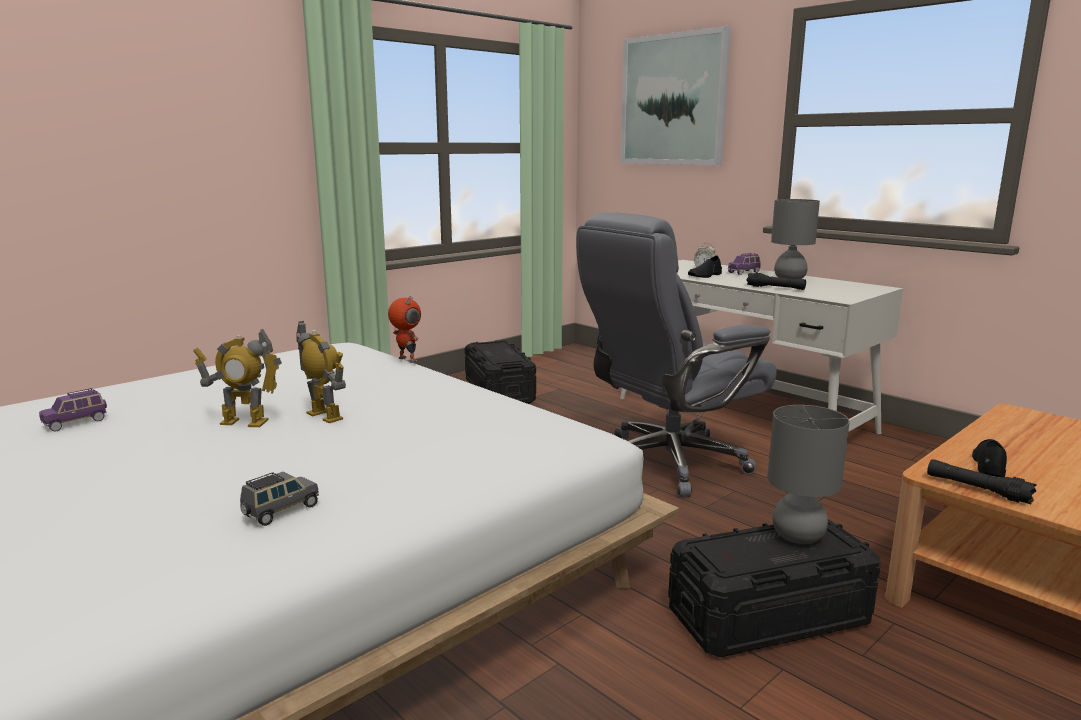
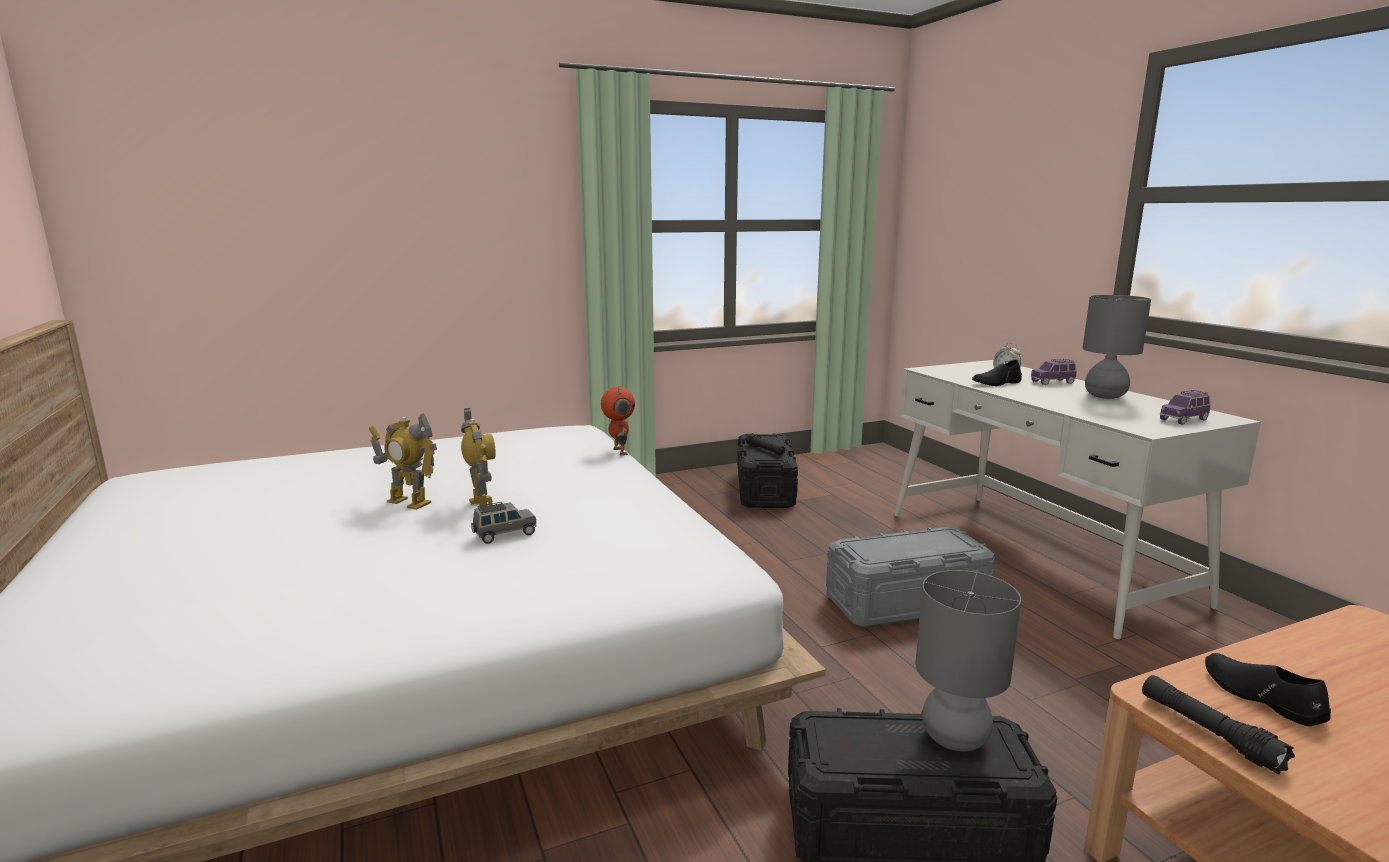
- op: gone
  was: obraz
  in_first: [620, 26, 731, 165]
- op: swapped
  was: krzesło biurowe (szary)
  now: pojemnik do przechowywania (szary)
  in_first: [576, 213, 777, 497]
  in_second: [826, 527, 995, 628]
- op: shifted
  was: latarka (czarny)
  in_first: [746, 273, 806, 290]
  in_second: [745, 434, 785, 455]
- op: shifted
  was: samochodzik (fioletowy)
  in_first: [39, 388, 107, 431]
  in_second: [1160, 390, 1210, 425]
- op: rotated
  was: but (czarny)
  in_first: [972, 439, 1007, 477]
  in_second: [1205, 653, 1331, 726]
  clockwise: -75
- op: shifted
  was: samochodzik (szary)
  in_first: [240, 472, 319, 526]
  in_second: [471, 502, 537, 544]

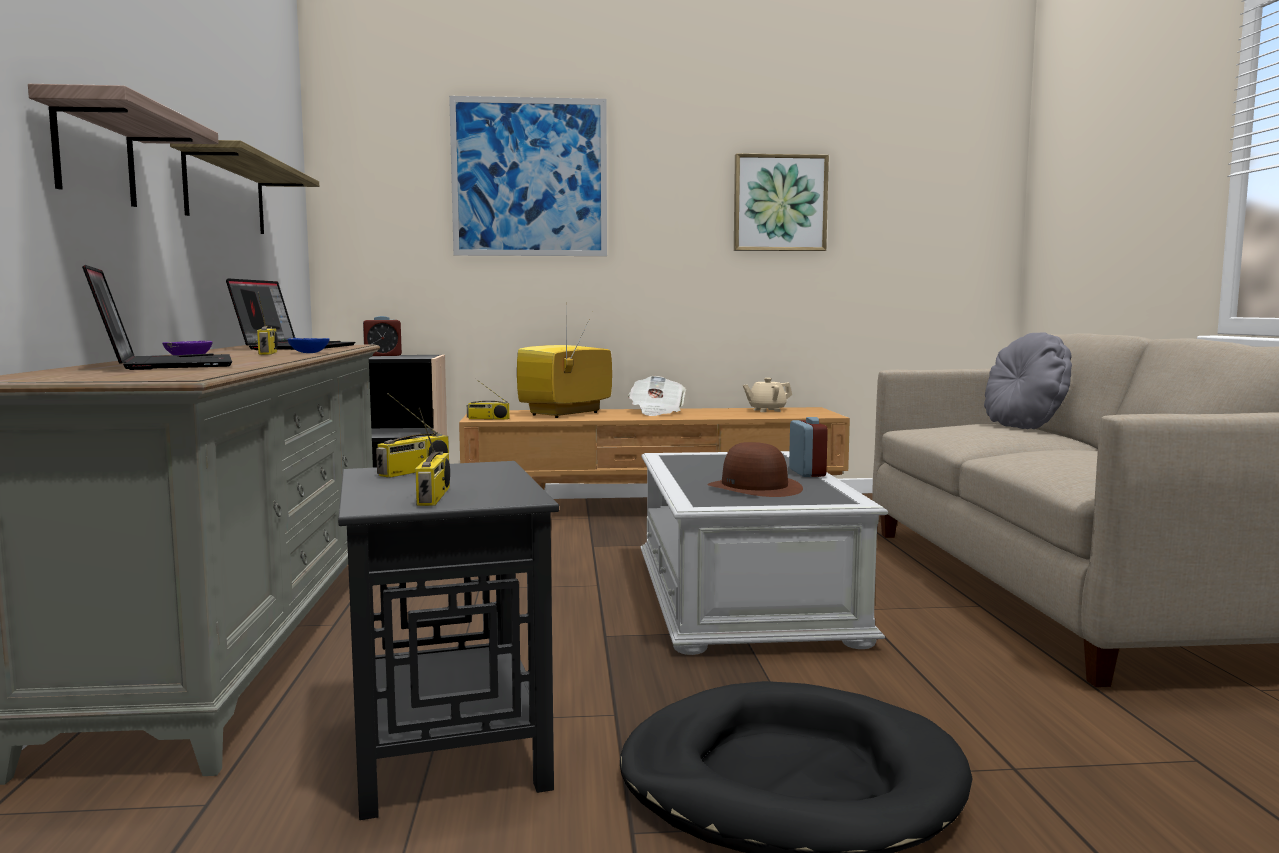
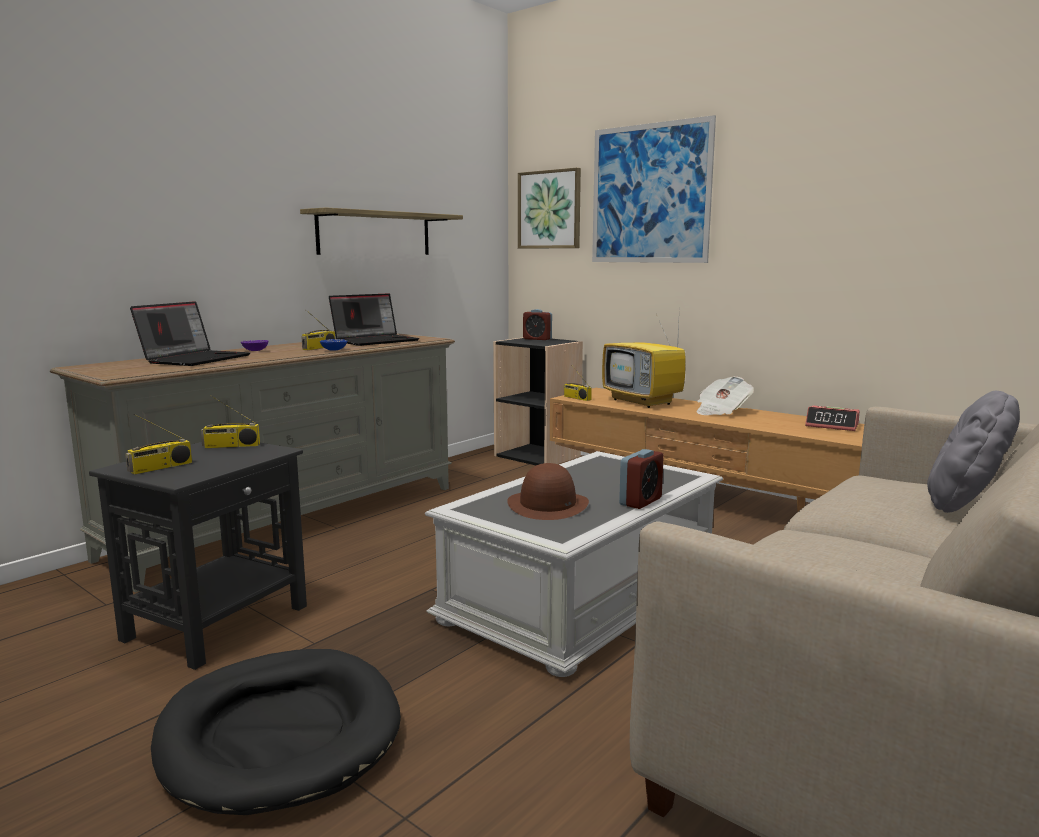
- op: gone
  was: półka
  in_first: [28, 84, 219, 207]
- op: shifted
  was: obraz
  in_first: [734, 153, 829, 251]
  in_second: [518, 168, 581, 249]
- op: rotated
  was: telewizor
  in_first: [517, 316, 612, 418]
  in_second: [602, 305, 686, 408]
  clockwise: -120
- op: swapped
  was: imbryk (beżowy)
  now: budzik
  in_first: [743, 378, 792, 412]
  in_second: [805, 406, 860, 431]

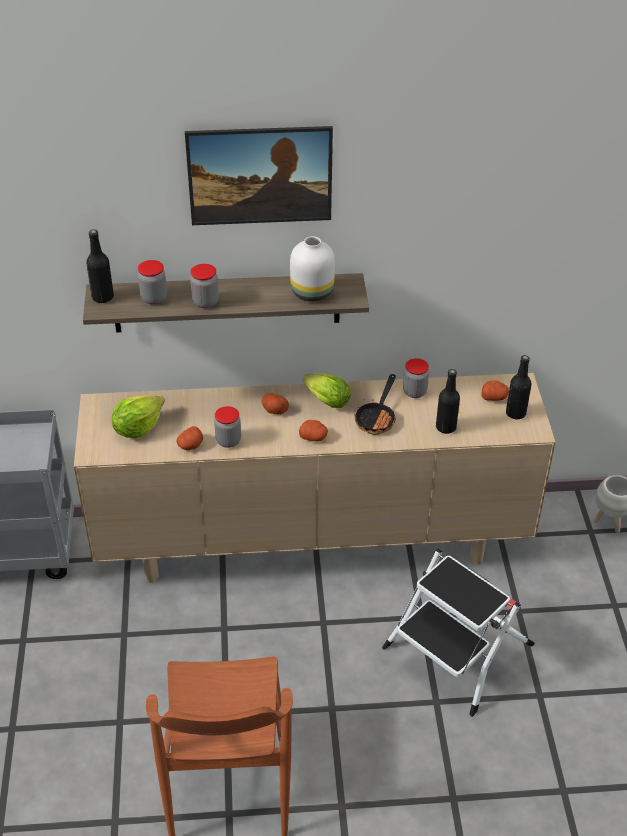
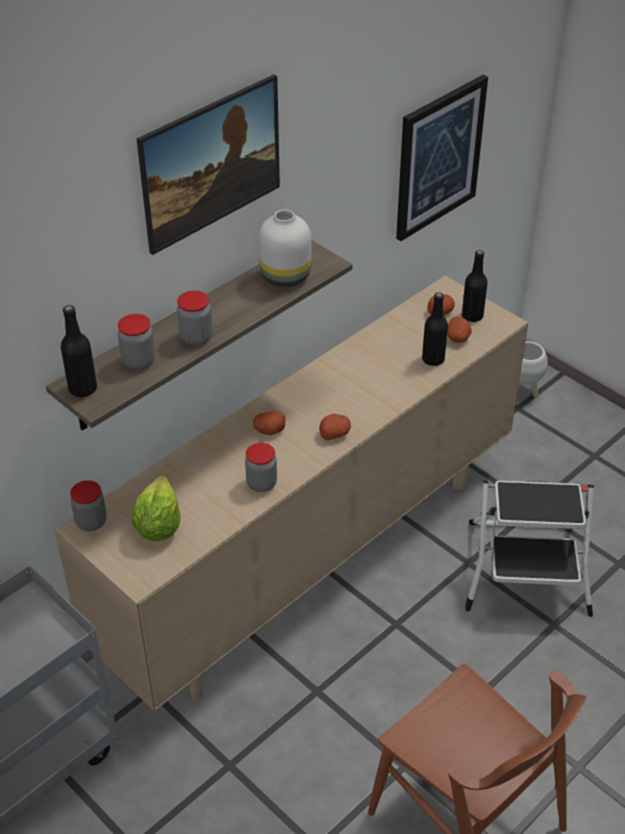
- op: shifted
  was: słoik
  in_first: [403, 358, 429, 398]
  in_second: [70, 480, 107, 531]
- op: gone
  was: sałata
  in_first: [303, 373, 351, 408]
- op: gone
  was: patelnia
  in_first: [354, 374, 396, 435]
- op: shifted
  was: ziemniak
  in_first: [177, 426, 203, 450]
  in_second: [447, 317, 472, 343]
- op: new
  now: obraz
  in_second: [396, 75, 488, 241]

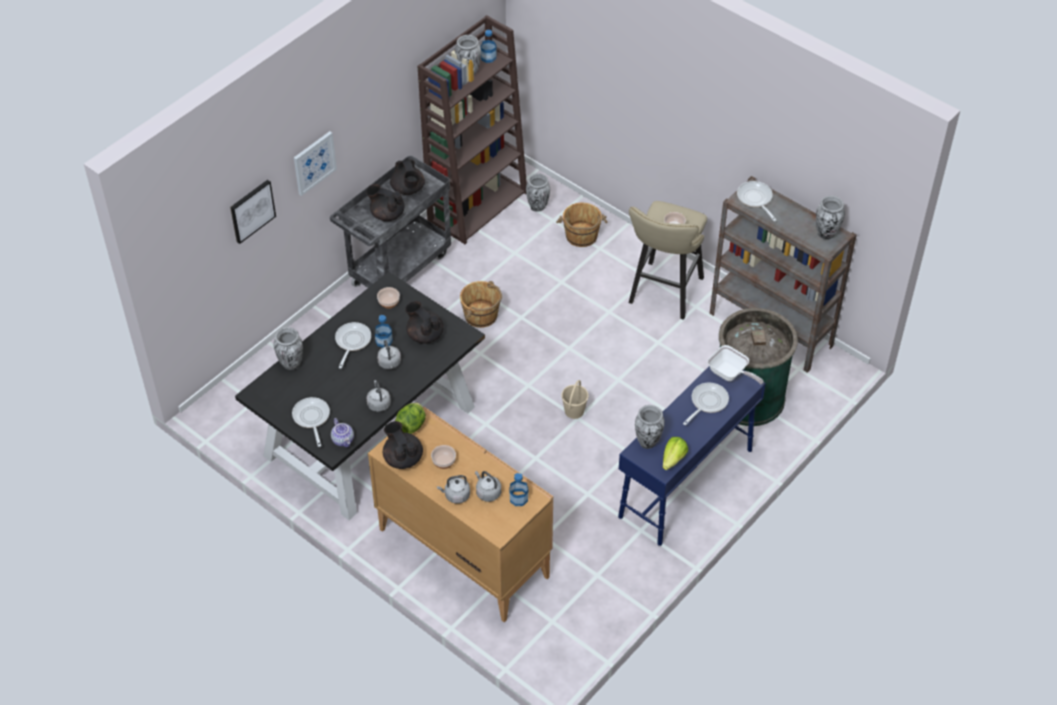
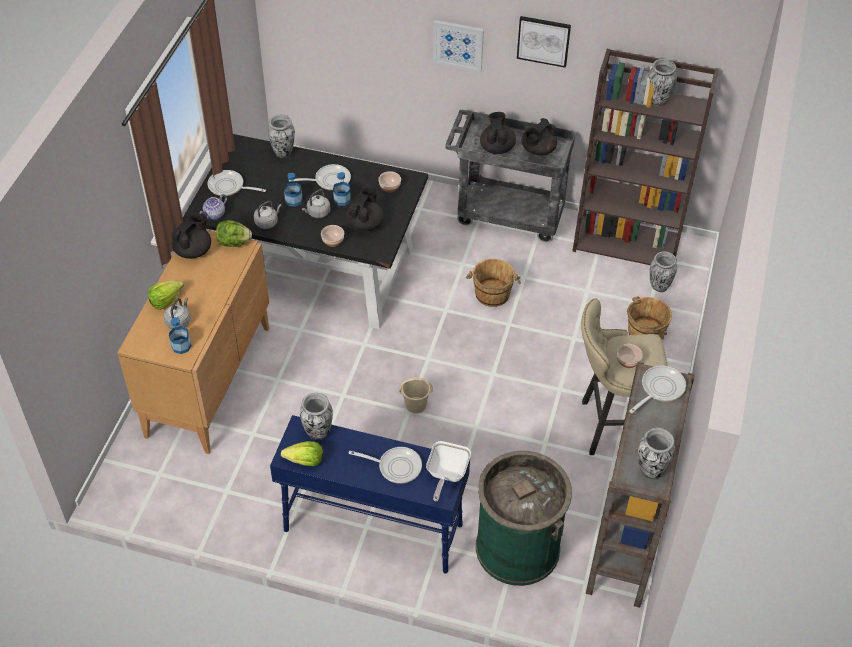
- op: shifted
  was: butelka
  in_first: [481, 30, 496, 63]
  in_second: [284, 173, 303, 207]
- op: shifted
  was: obraz
  in_first: [230, 180, 276, 244]
  in_second: [517, 16, 571, 68]
- op: rotated
  was: patelnia
  in_first: [292, 397, 330, 447]
  in_second: [208, 170, 266, 196]
  clockwise: -120
- op: shifted
  was: miska
  in_first: [431, 445, 456, 469]
  in_second: [321, 225, 344, 247]
- op: swapped
  was: czajnik (szary)
  now: sałata
  in_first: [437, 475, 470, 504]
  in_second: [148, 281, 184, 310]

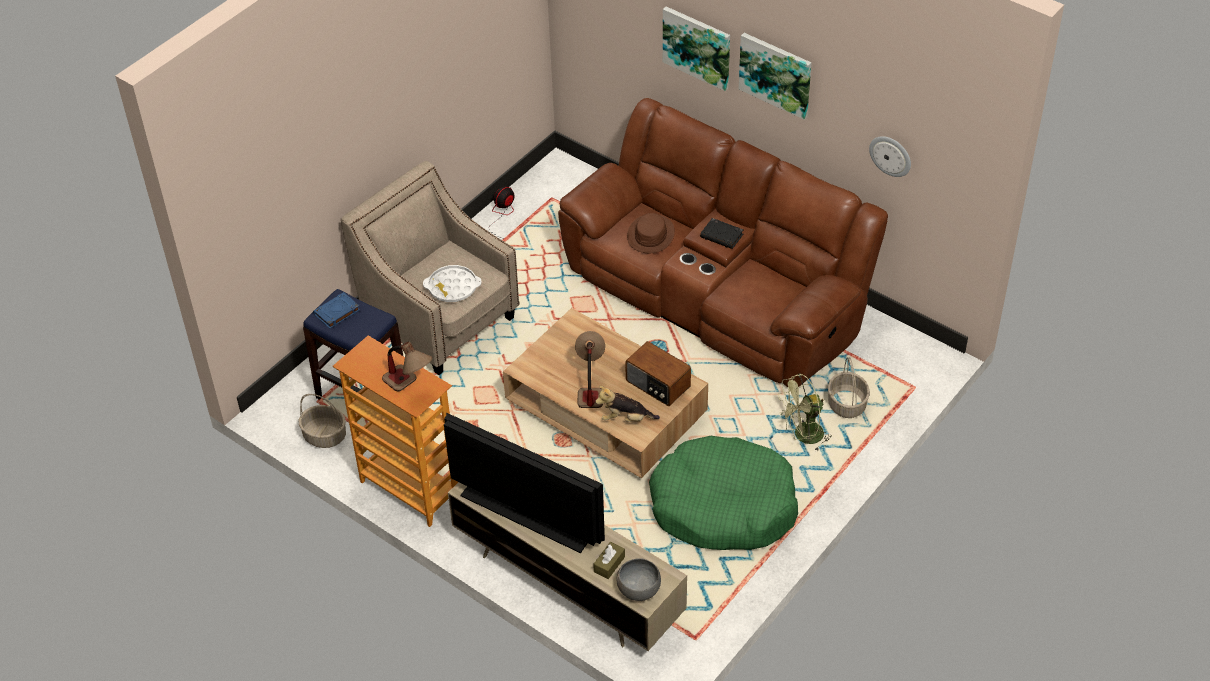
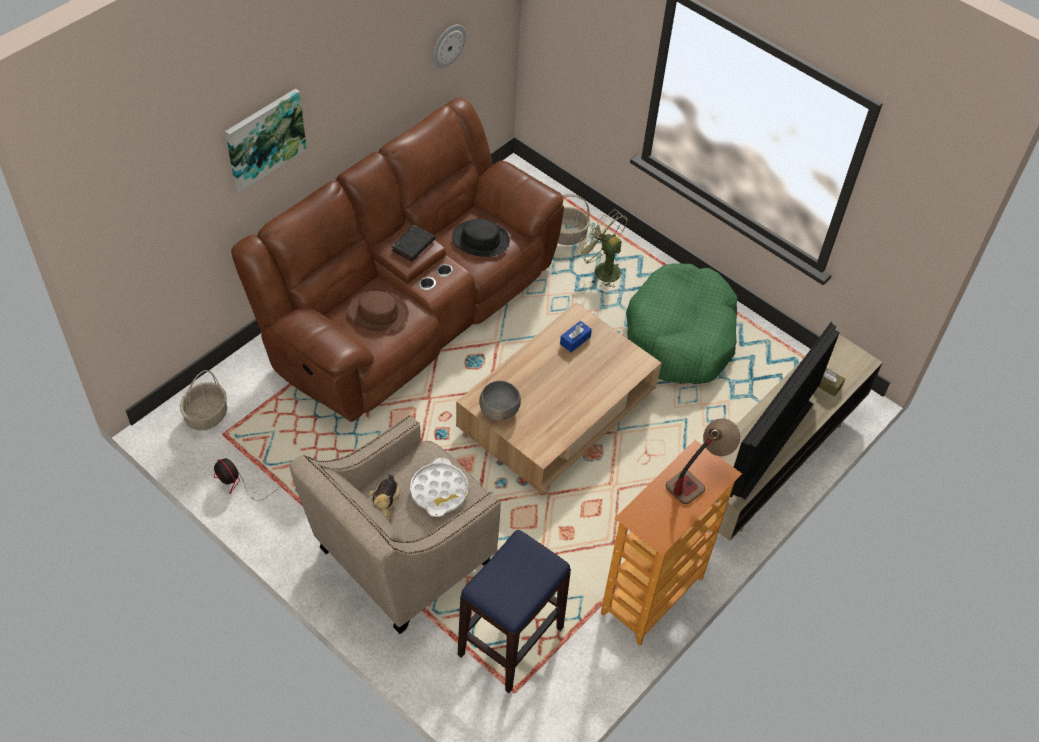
- op: gone
  was: obraz
  in_first: [739, 33, 812, 119]
- op: gone
  was: książka (niebieski)
  in_first: [313, 292, 360, 329]
- op: gone
  was: lampa stołowa
  in_first: [575, 331, 605, 408]
- op: swapped
  was: radio
  now: pudełko chusteczek (niebieski)
  in_first: [625, 341, 691, 406]
  in_second: [560, 321, 592, 352]
- op: rotated
  was: wentylator (zielony)
  in_first: [778, 373, 831, 451]
  in_second: [577, 209, 628, 287]
  clockwise: 150
- op: shifted
  was: pluszak
  in_first: [595, 386, 660, 422]
  in_second: [368, 474, 400, 522]
- op: shifted
  was: koszyk
  in_first: [299, 394, 346, 448]
  in_second: [180, 370, 227, 430]
- op: shifted
  was: miska (szary)
  in_first: [616, 558, 661, 601]
  in_second: [479, 381, 521, 421]
- op: new
  now: kapelusz (czarny)
  in_second: [452, 219, 510, 257]

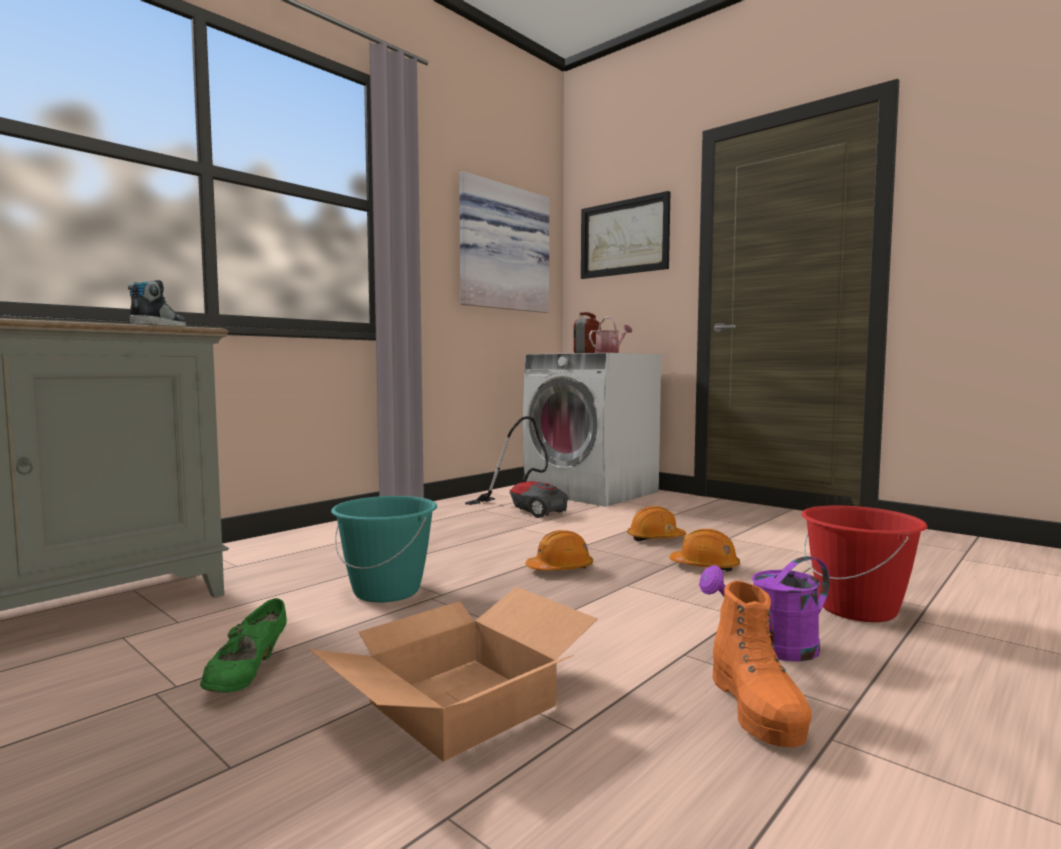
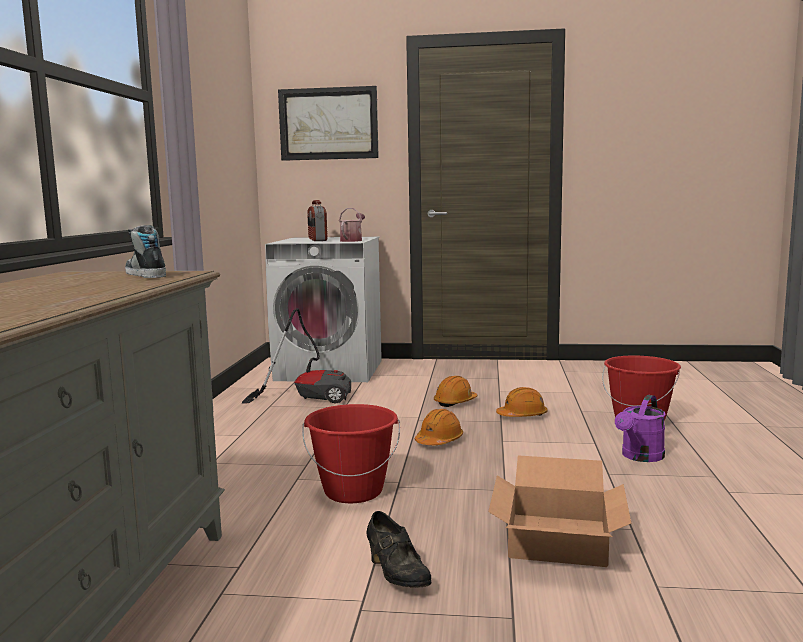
- op: gone
  was: obraz
  in_first: [459, 171, 549, 313]
- op: repainted
  was: wiadro (turkusowy)
  now: wiadro (czerwony)
  in_first: [331, 496, 437, 602]
  in_second: [302, 404, 400, 503]
- op: gone
  was: but z cholewką (pomarańczowy)
  in_first: [713, 581, 812, 747]
- op: repainted
  was: but (zielony)
  now: but (czarny)
  in_first: [200, 598, 287, 693]
  in_second: [366, 511, 432, 588]

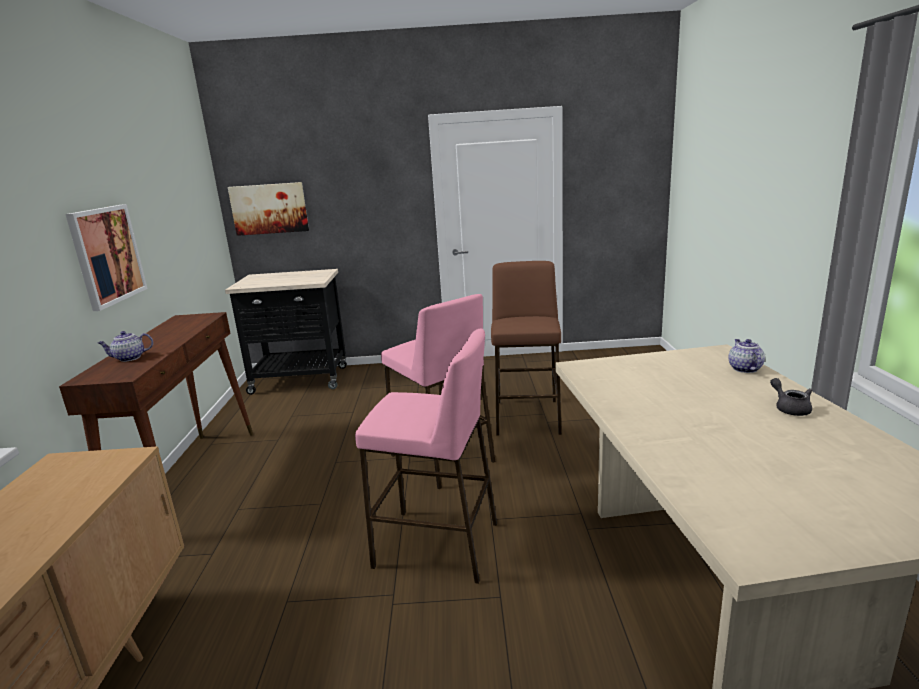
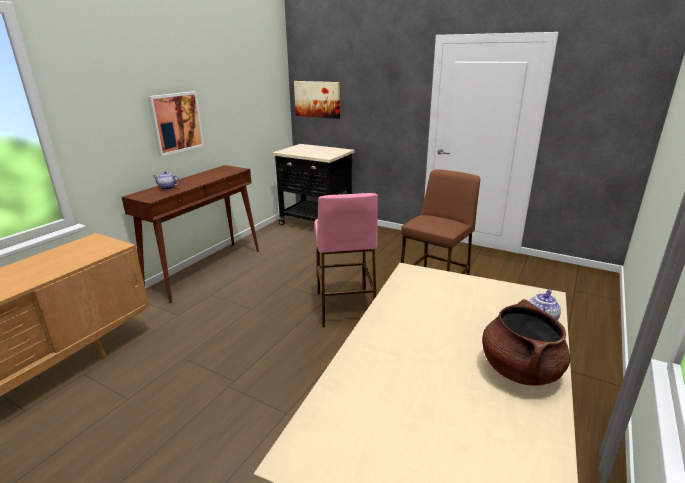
- op: gone
  was: stołek (różowy)
  in_first: [355, 329, 497, 584]
- op: swapped
  was: imbryk (szary)
  now: garnek (brązowy)
  in_first: [770, 378, 812, 416]
  in_second: [482, 299, 570, 386]

